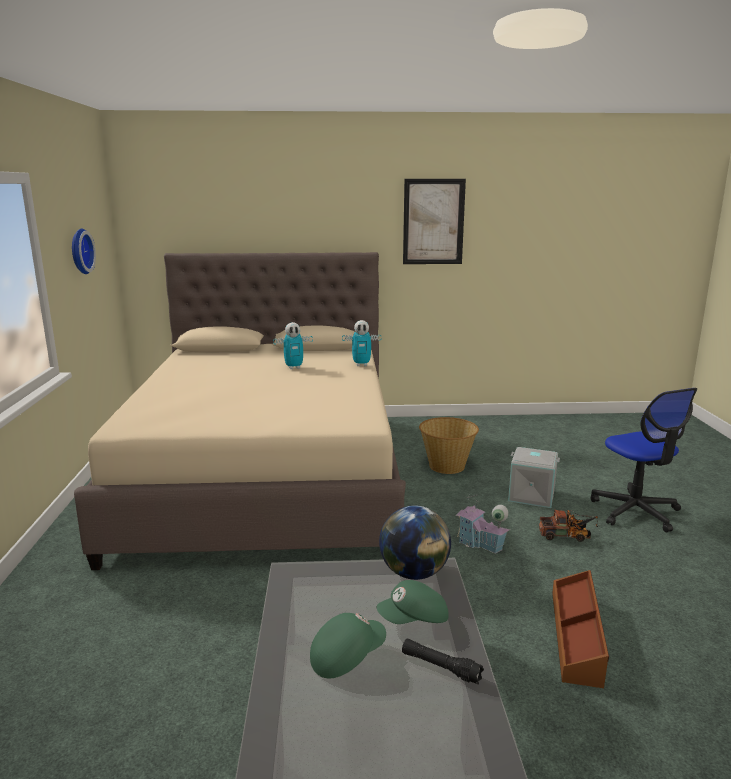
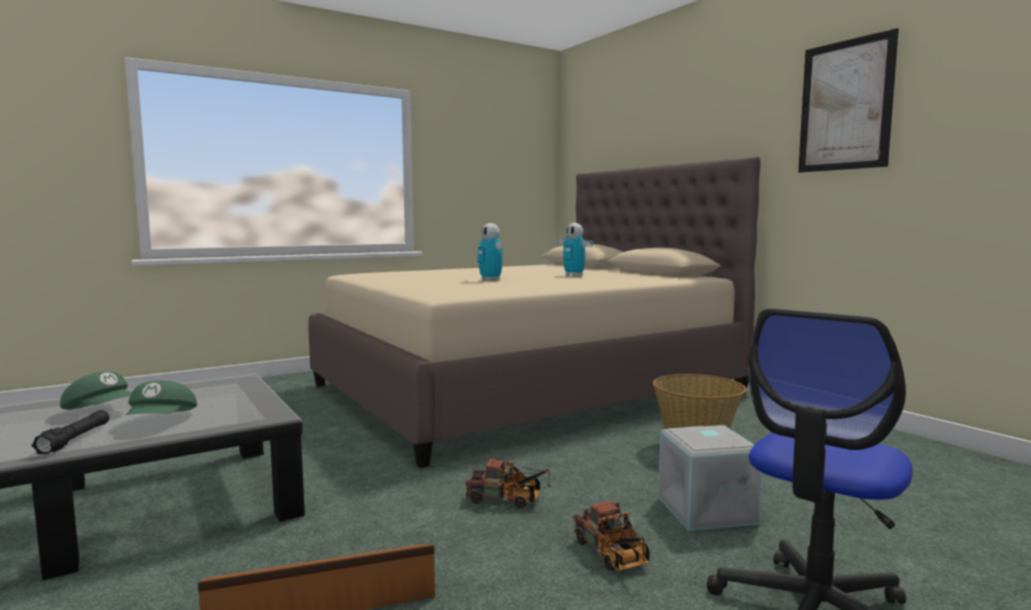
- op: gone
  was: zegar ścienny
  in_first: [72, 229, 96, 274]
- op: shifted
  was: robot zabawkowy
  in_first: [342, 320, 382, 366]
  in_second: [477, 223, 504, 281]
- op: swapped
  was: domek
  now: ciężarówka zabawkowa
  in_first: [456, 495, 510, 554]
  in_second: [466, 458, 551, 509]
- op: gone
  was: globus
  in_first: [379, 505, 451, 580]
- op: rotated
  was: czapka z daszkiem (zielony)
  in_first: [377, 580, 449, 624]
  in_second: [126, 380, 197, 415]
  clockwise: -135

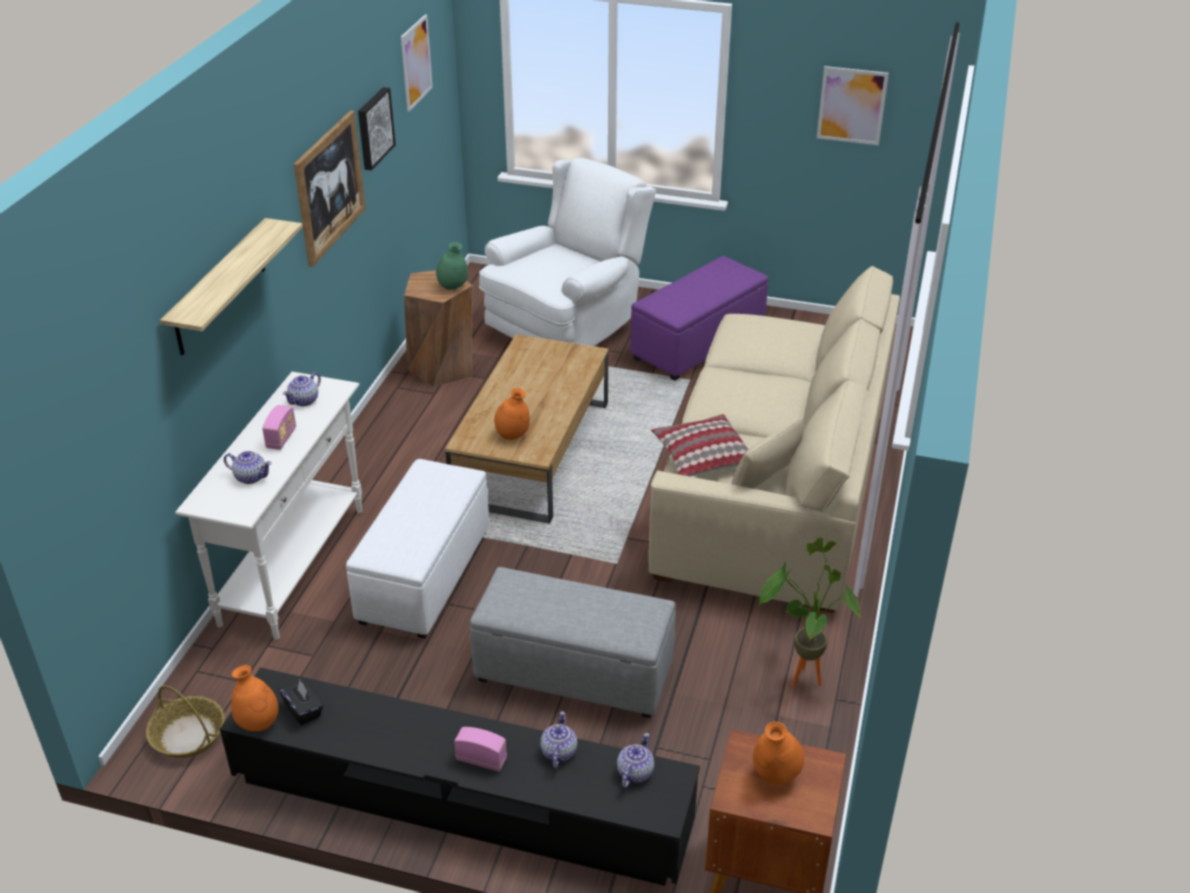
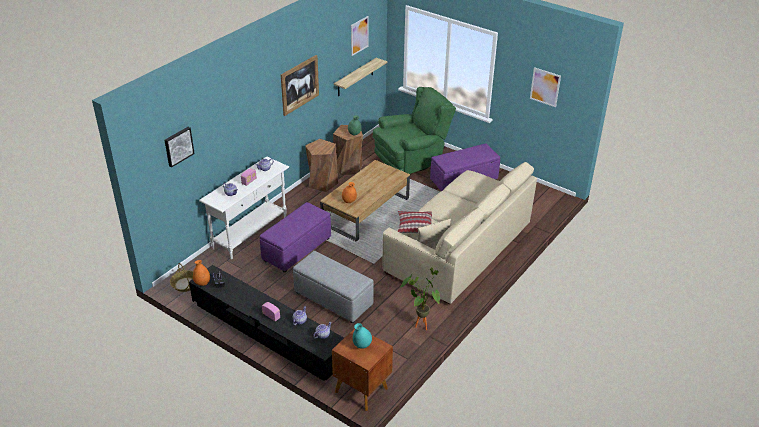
- op: shifted
  was: obraz
  in_first: [358, 87, 396, 170]
  in_second: [165, 127, 195, 167]
- op: repainted
  was: fotel (biały)
  now: fotel (zielony)
  in_first: [479, 158, 656, 346]
  in_second: [372, 87, 456, 174]
- op: shifted
  was: półka
  in_first: [160, 218, 303, 355]
  in_second: [334, 58, 387, 96]
- op: repainted
  was: pufa (biały)
  now: pufa (fioletowy)
  in_first: [346, 459, 489, 639]
  in_second: [260, 202, 331, 273]
- op: repainted
  was: wazon (pomarańczowy)
  now: wazon (turkusowy)
  in_first: [753, 722, 804, 784]
  in_second: [353, 323, 372, 349]
- op: new
  now: stołek (brązowy)
  in_second: [305, 139, 338, 192]

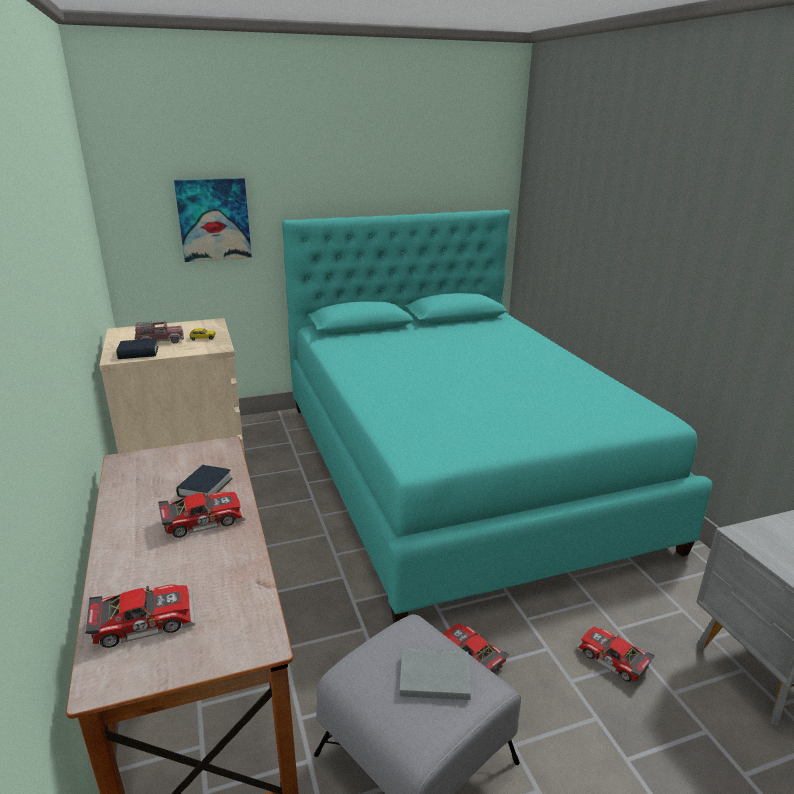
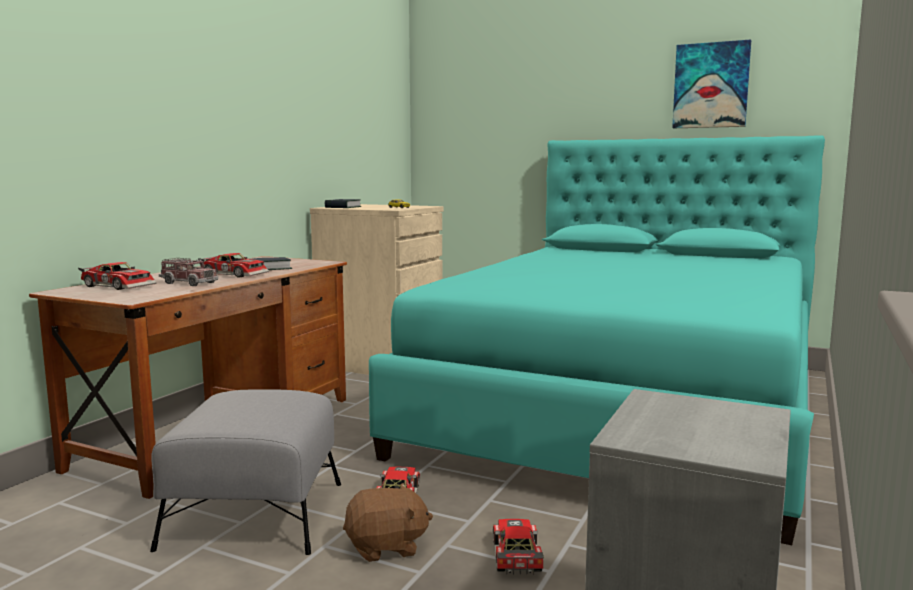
- op: shifted
  was: obraz
  in_first: [174, 178, 252, 262]
  in_second: [672, 40, 751, 128]
- op: shifted
  was: ciężarówka zabawkowa
  in_first: [135, 320, 184, 344]
  in_second: [159, 258, 218, 286]
- op: gone
  was: książka (szary)
  in_first: [400, 648, 471, 700]
- op: new
  now: pluszak (brązowy)
  in_second: [343, 483, 433, 562]

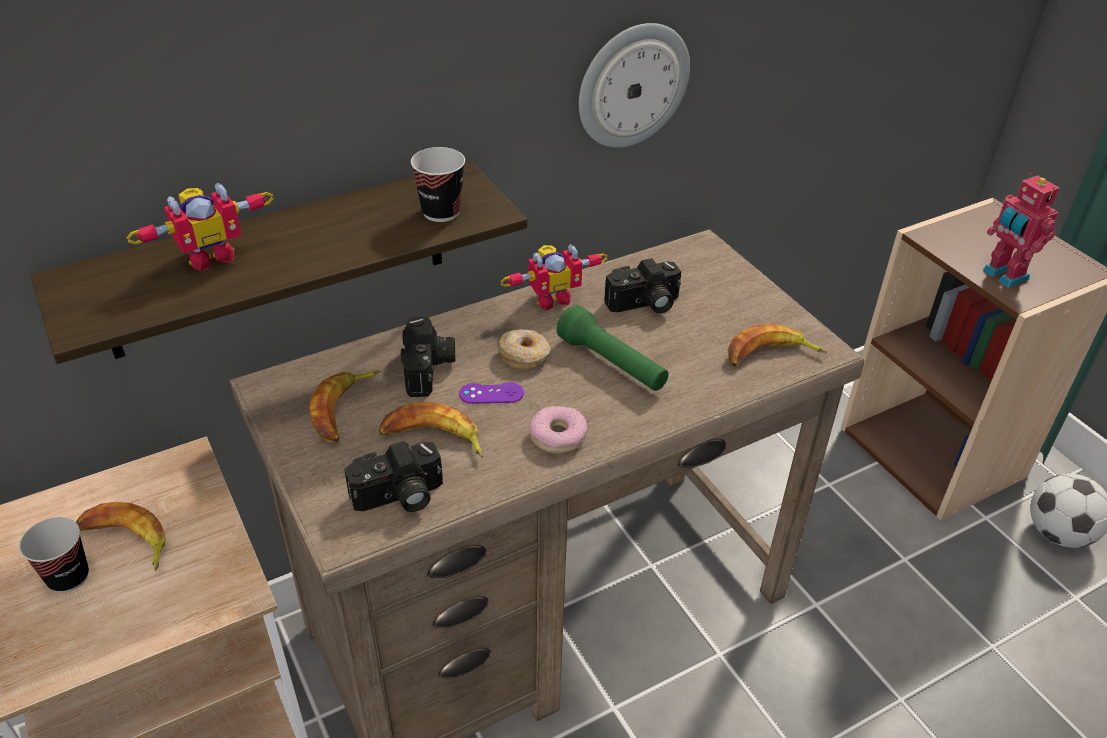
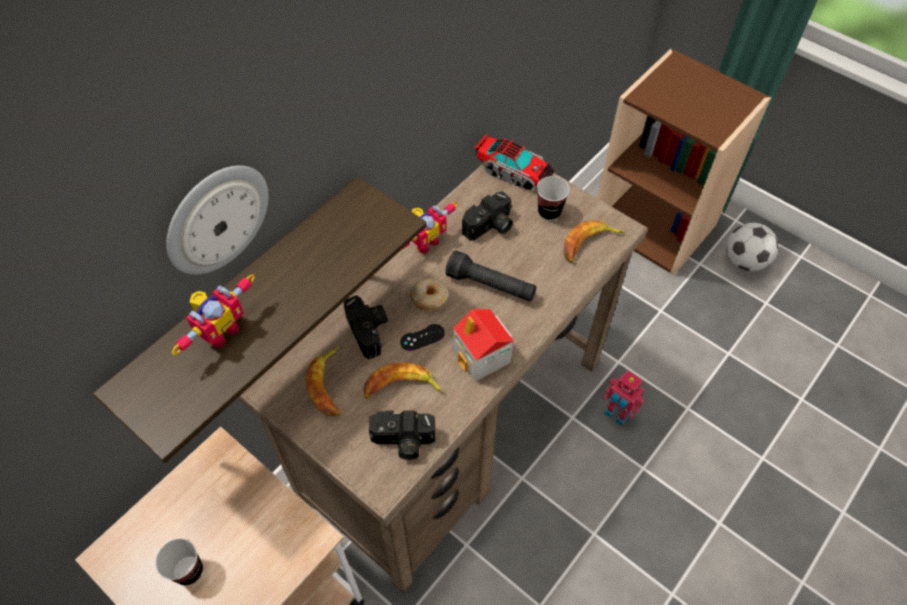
- op: shifted
  was: zegar ścienny
  in_first: [579, 23, 690, 148]
  in_second: [166, 165, 268, 275]
- op: shifted
  was: filiżanka
  in_first: [411, 147, 465, 222]
  in_second: [537, 176, 570, 221]
- op: shifted
  was: robot zabawkowy
  in_first: [983, 173, 1059, 288]
  in_second: [602, 370, 645, 426]
- op: repainted
  was: latarka (zielony)
  now: latarka (czarny)
  in_first: [556, 305, 669, 391]
  in_second: [445, 250, 537, 302]
- op: repainted
  was: pad do gier (fioletowy)
  now: pad do gier (czarny)
  in_first: [459, 382, 524, 404]
  in_second: [400, 324, 445, 351]
- op: swapped
  was: donut
  now: domek
  in_first: [530, 406, 588, 454]
  in_second: [453, 309, 514, 382]
- op: rotated
  was: aparat fotograficzny
  in_first: [344, 441, 443, 512]
  in_second: [369, 410, 435, 460]
  clockwise: 45
- op: gone
  was: banan
  in_first: [76, 502, 166, 571]
- op: new
  now: ciężarówka zabawkowa
  in_second: [474, 135, 555, 190]

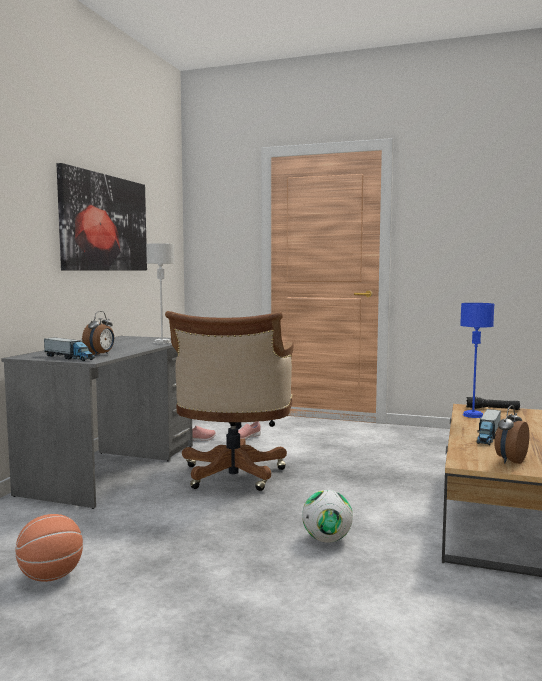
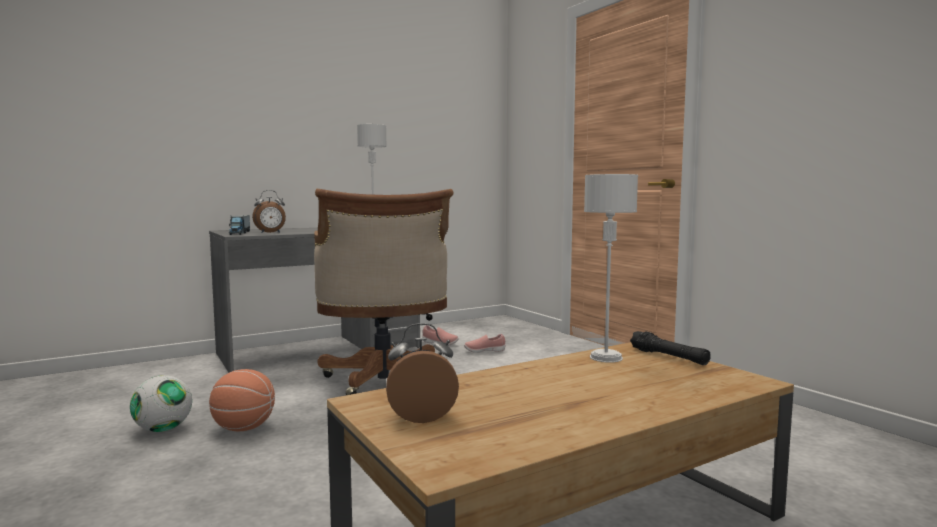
- op: gone
  was: obraz
  in_first: [57, 163, 147, 270]
- op: repainted
  was: lampa stołowa (niebieski)
  now: lampa stołowa (szary)
  in_first: [460, 303, 494, 418]
  in_second: [584, 174, 638, 363]
- op: rotated
  was: krzesło biurowe
  in_first: [165, 311, 293, 491]
  in_second: [314, 189, 453, 395]
  clockwise: -60
- op: gone
  was: ciężarówka zabawkowa
  in_first: [476, 409, 501, 445]
- op: shifted
  was: piłka futbolowa
  in_first: [302, 490, 353, 543]
  in_second: [130, 375, 192, 432]
- op: shifted
  was: piłka do koszykówki
  in_first: [15, 514, 83, 582]
  in_second: [209, 369, 275, 431]

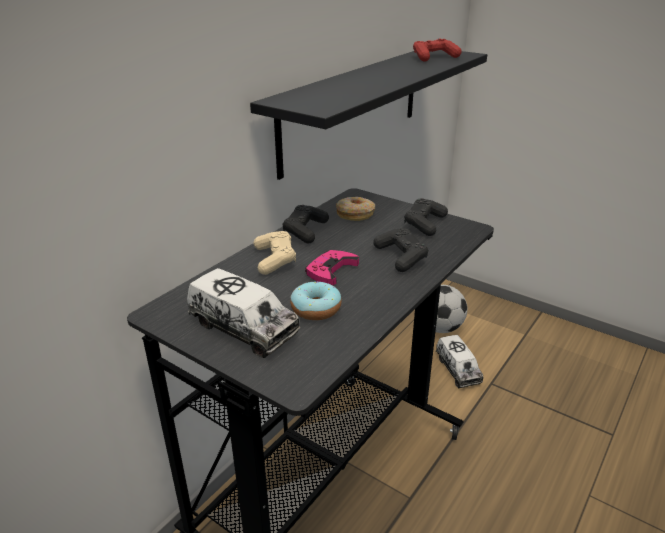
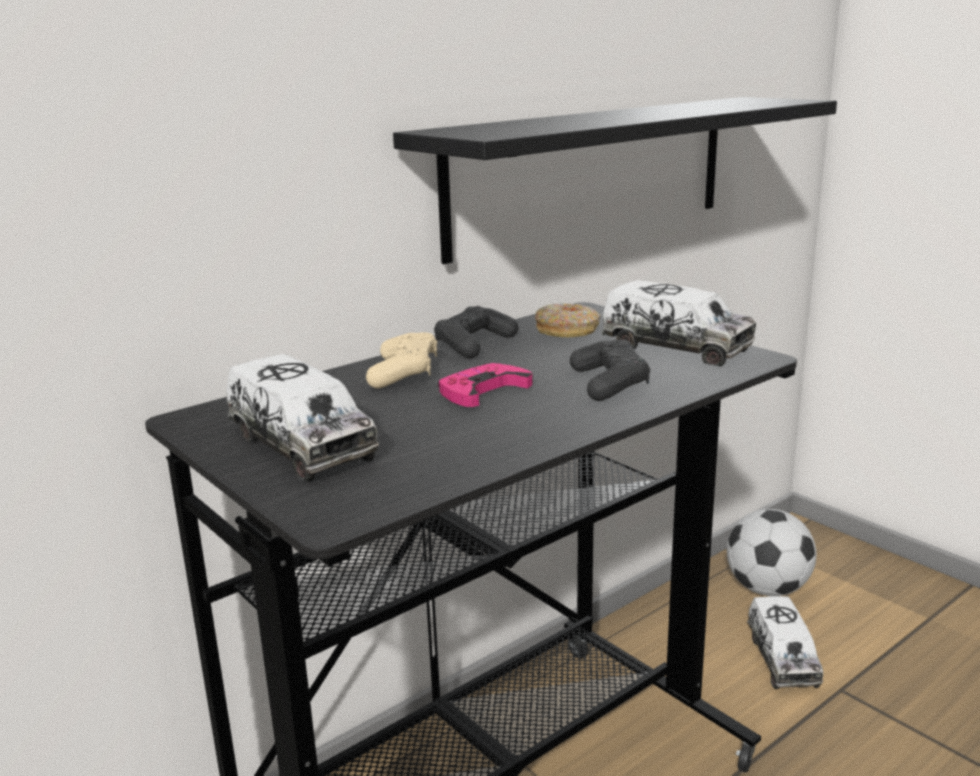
- op: gone
  was: pad do gier (czerwony)
  in_first: [413, 39, 461, 62]
- op: swapped
  was: pad do gier (czarny)
  now: ciężarówka zabawkowa
  in_first: [404, 198, 448, 236]
  in_second: [601, 280, 756, 366]
- op: gone
  was: donut
  in_first: [290, 282, 342, 320]

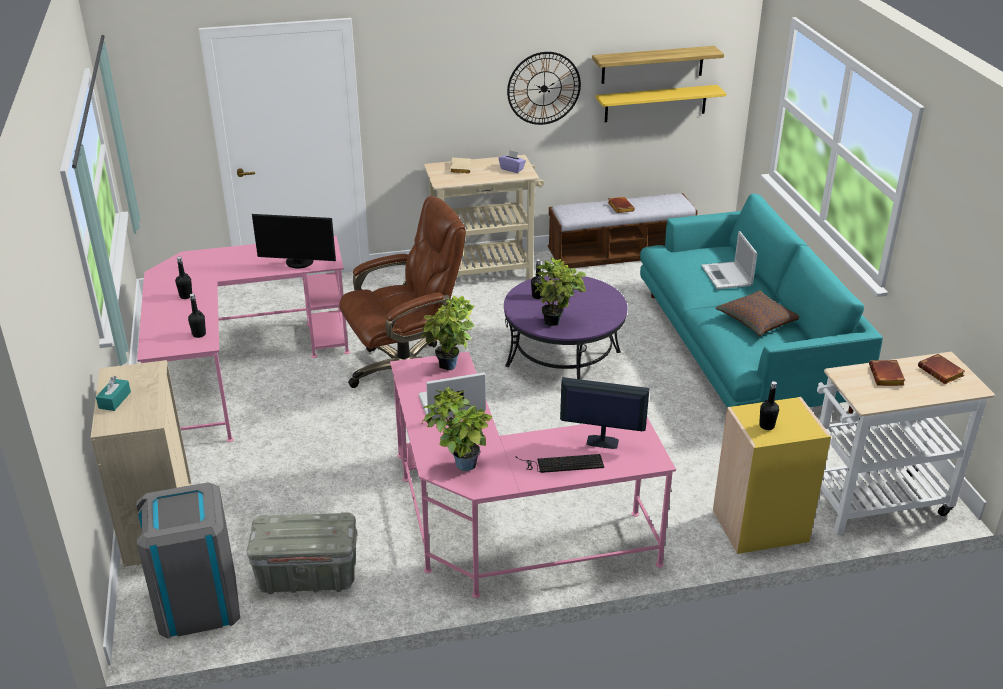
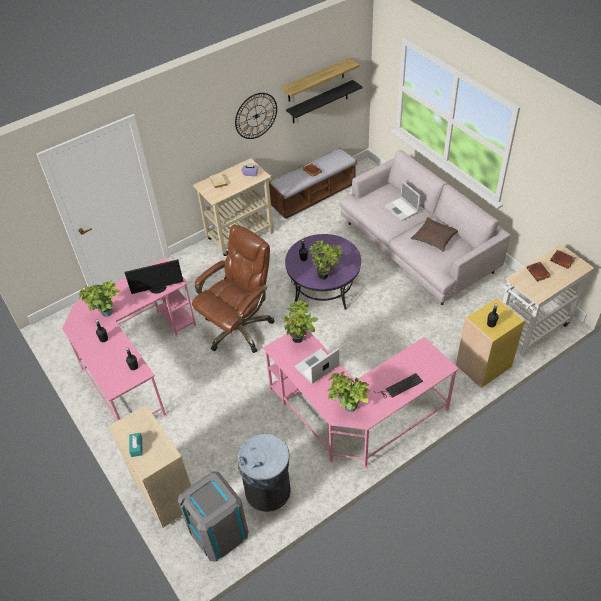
- op: repainted
  was: półka (żółty)
  now: półka (czarny)
  in_first: [595, 85, 727, 122]
  in_second: [286, 80, 362, 123]
- op: repainted
  was: kanapa (turkusowy)
  now: kanapa (biały)
  in_first: [640, 194, 883, 413]
  in_second: [339, 150, 510, 305]
- op: gone
  was: monitor
  in_first: [560, 377, 650, 449]
- op: swapped
  was: pojemnik do przechowywania (szary)
  now: kosz na śmieci (szary)
  in_first: [246, 512, 357, 594]
  in_second: [238, 434, 291, 512]
- op: new
  now: roślina doniczkowa
  in_second: [79, 281, 121, 317]

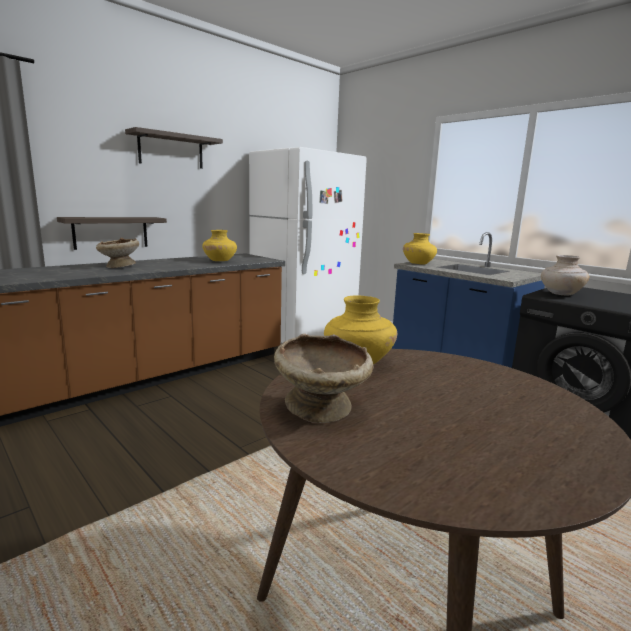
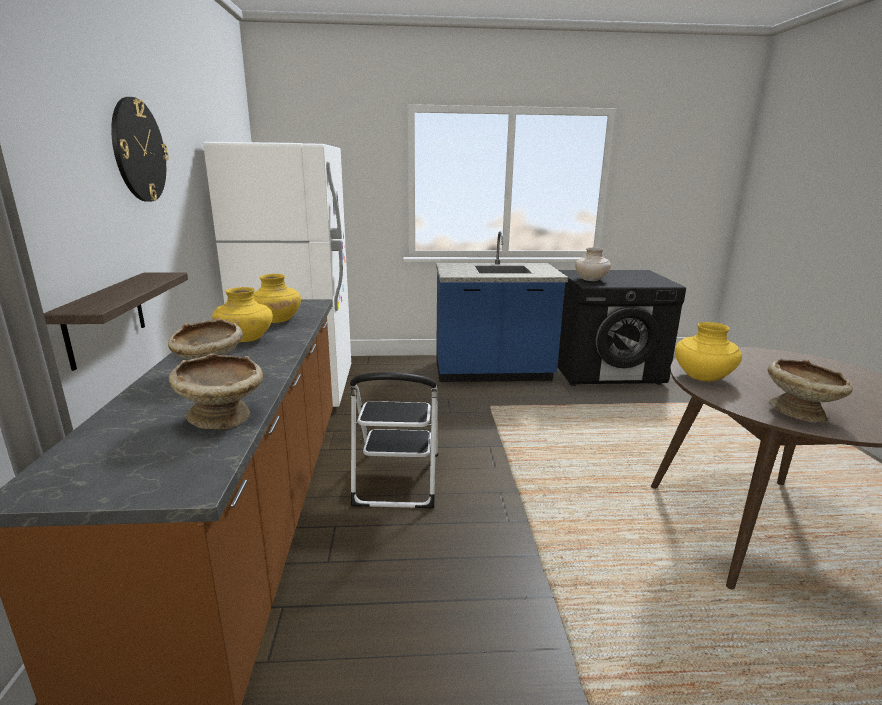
- op: swapped
  was: półka
  now: zegar ścienny
  in_first: [125, 127, 223, 169]
  in_second: [111, 97, 169, 202]
- op: shifted
  was: wazon (żółty)
  in_first: [403, 233, 437, 265]
  in_second: [212, 287, 273, 342]
- op: new
  now: miska (beżowy)
  in_second: [169, 353, 263, 429]
- op: new
  now: drabinka
  in_second: [350, 372, 438, 509]

